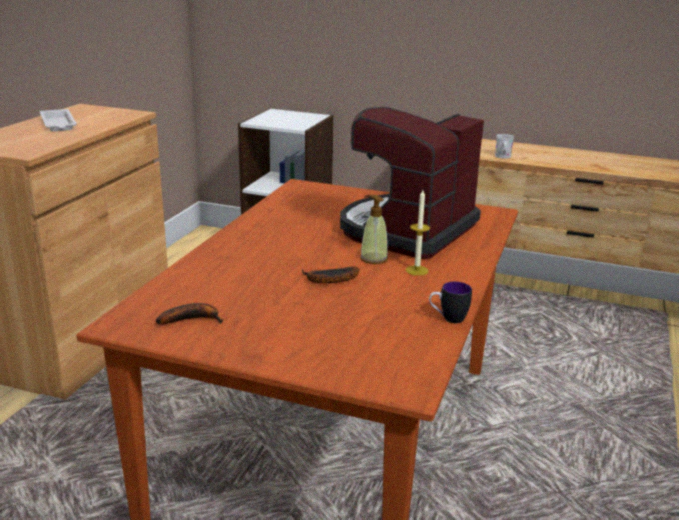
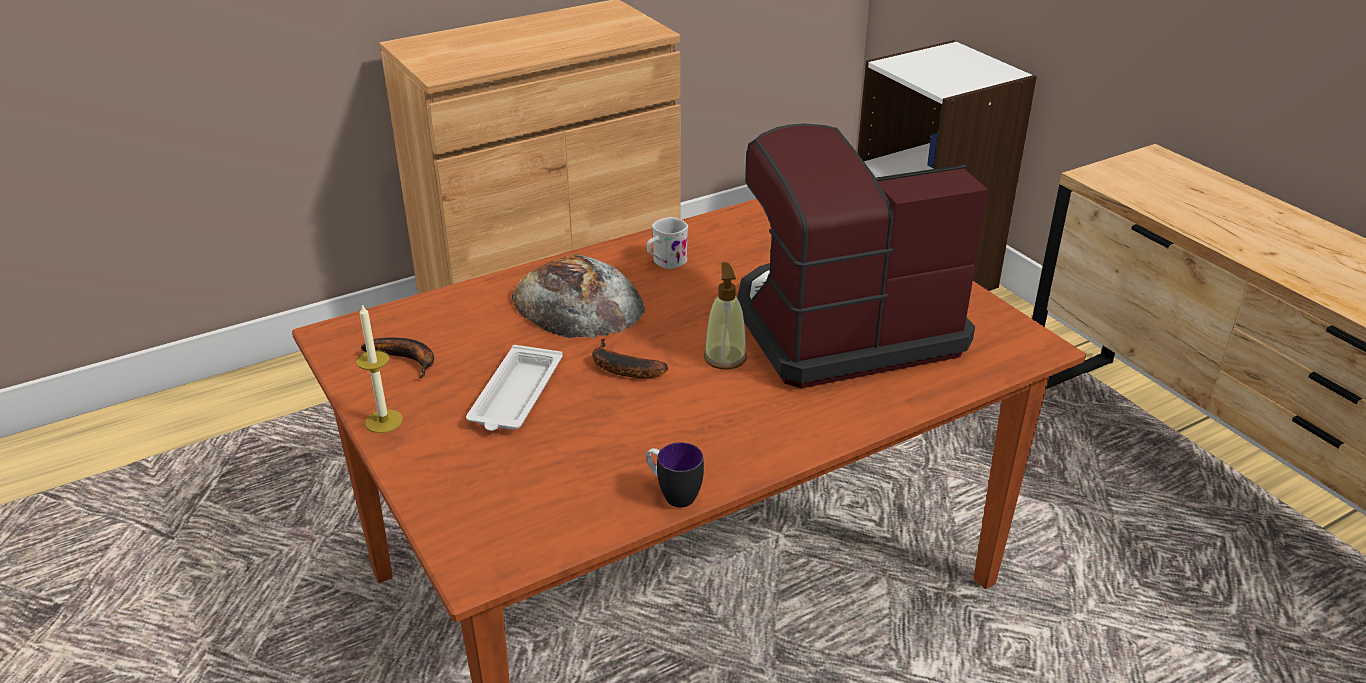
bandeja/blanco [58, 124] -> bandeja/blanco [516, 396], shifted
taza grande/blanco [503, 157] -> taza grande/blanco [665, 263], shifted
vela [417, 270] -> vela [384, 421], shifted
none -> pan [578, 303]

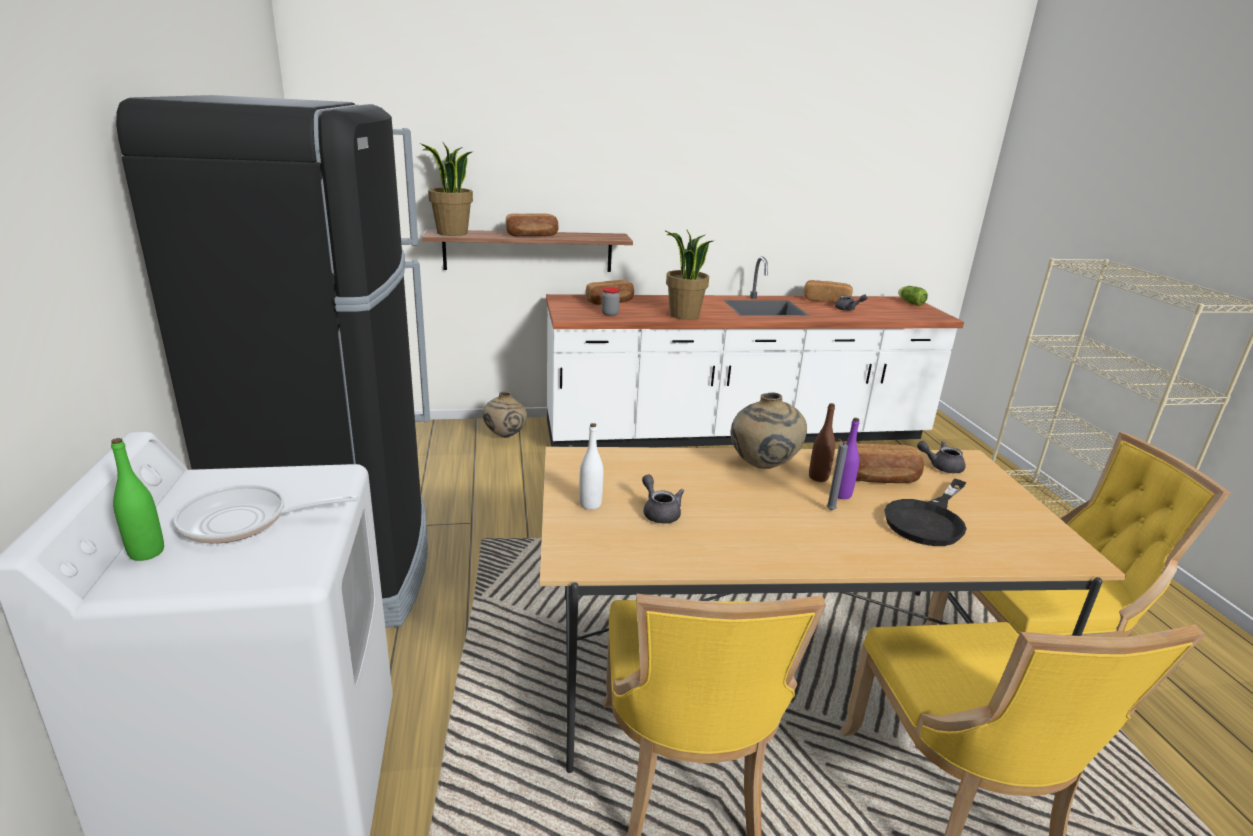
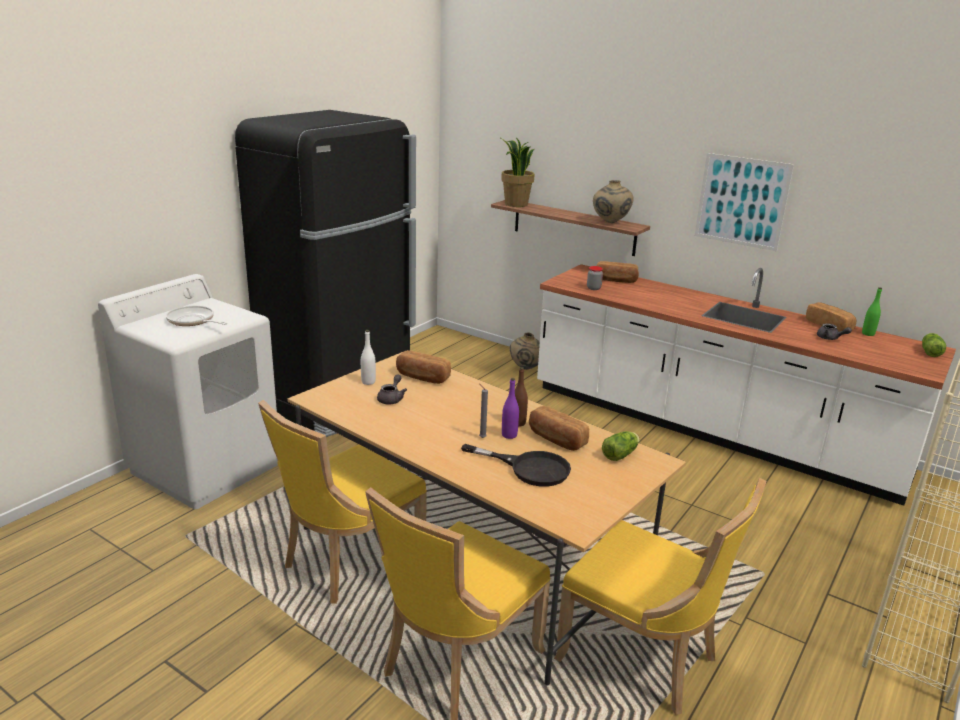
pan [532, 235] -> pan [422, 377], shifted
planta en maceta [684, 315] -> none
florero/beis [762, 468] -> florero/beis [610, 222], shifted
botella/verde [146, 552] -> botella/verde [868, 334], shifted
tetera/gris [940, 466] -> lechuga [621, 454]
sartén/negro [928, 520] -> sartén/negro [529, 468], 150 degrees counterclockwise
none -> cuadro [742, 201]

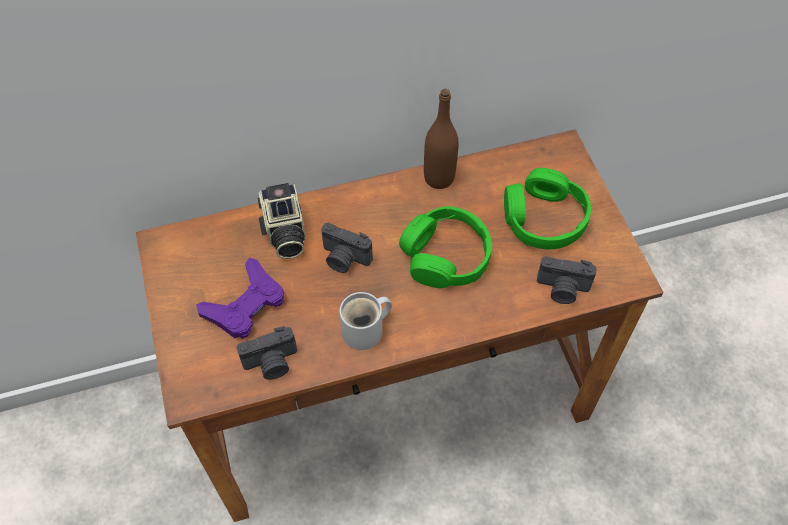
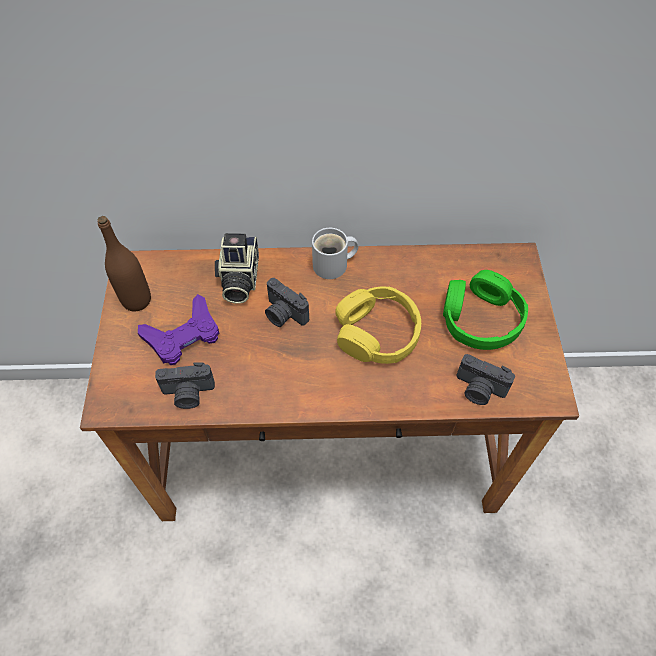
botella/marrón [439, 178] -> botella/marrón [136, 300], shifted
auriculares/verde [446, 256] -> auriculares/amarillo [377, 333]
taza grande/blanco [366, 331] -> taza grande/blanco [333, 265], shifted

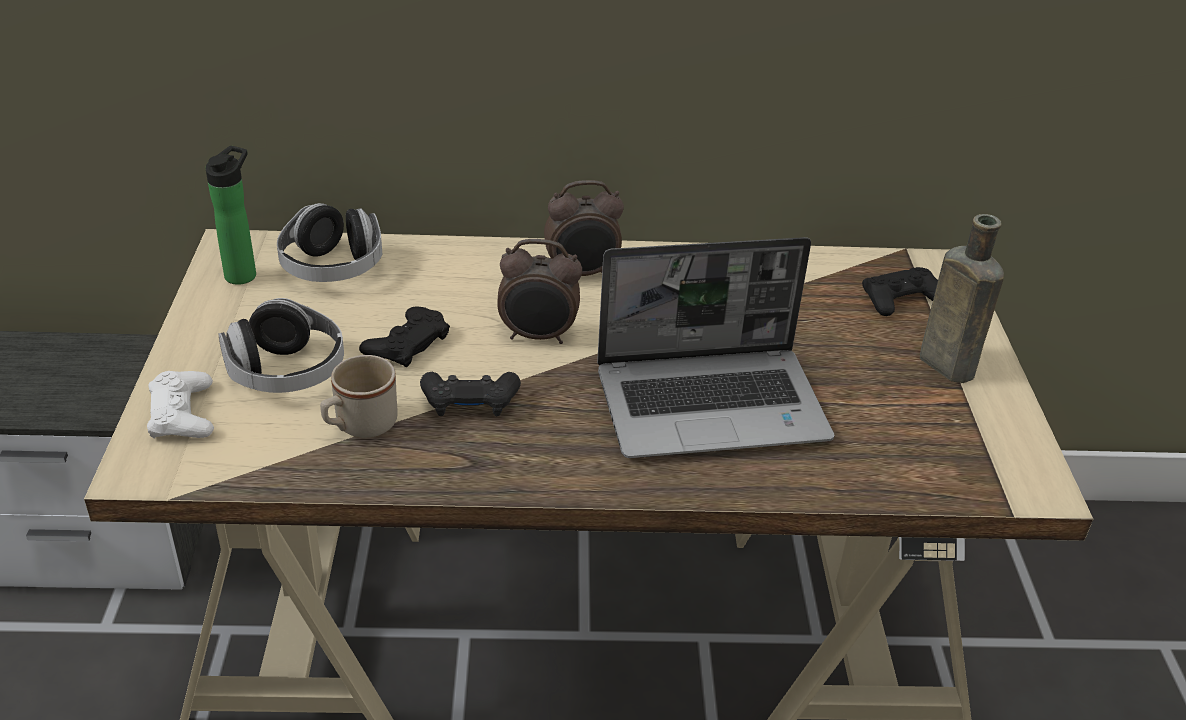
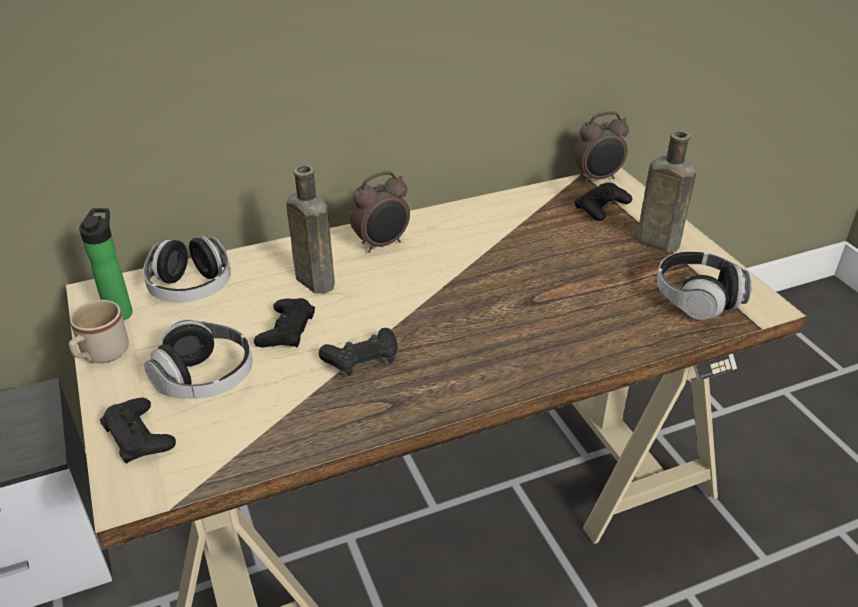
portátil [713, 404] -> none
despertador [538, 336] -> despertador [597, 178], shifted
taza grande/beis [359, 426] -> taza grande/beis [101, 355], shifted
mando de consola/blanco [182, 413] -> mando de consola/negro [139, 436]
none -> botella/marrón [313, 280]
none -> auriculares [697, 299]

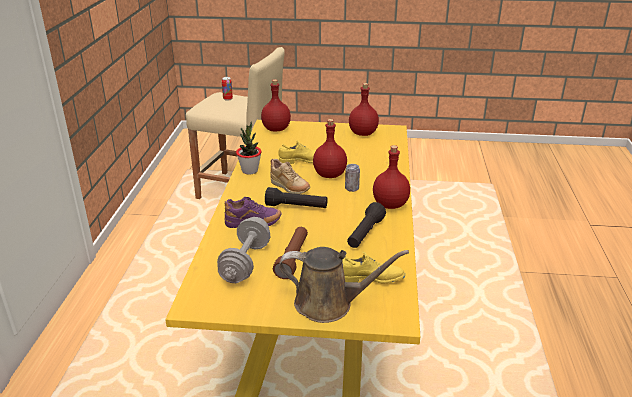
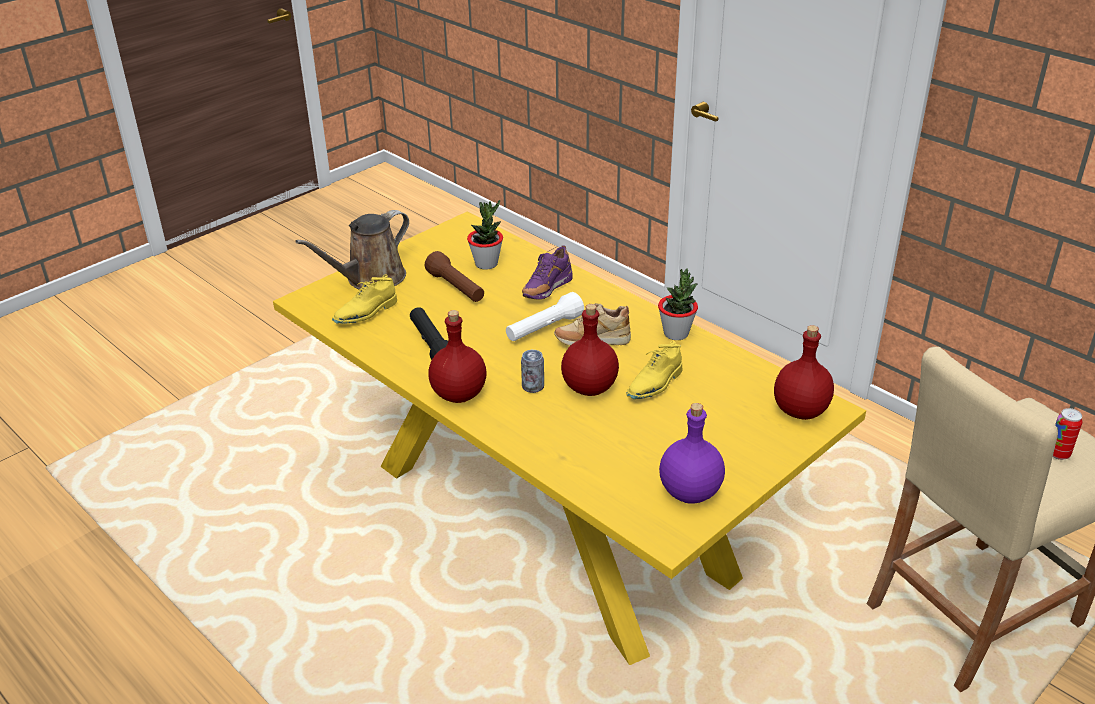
botella/rojo [363, 133] -> botella/morado [689, 492]
linterna/negro [296, 207] -> linterna/blanco [544, 329]
mancuerna/gris [245, 263] -> planta en maceta [486, 264]

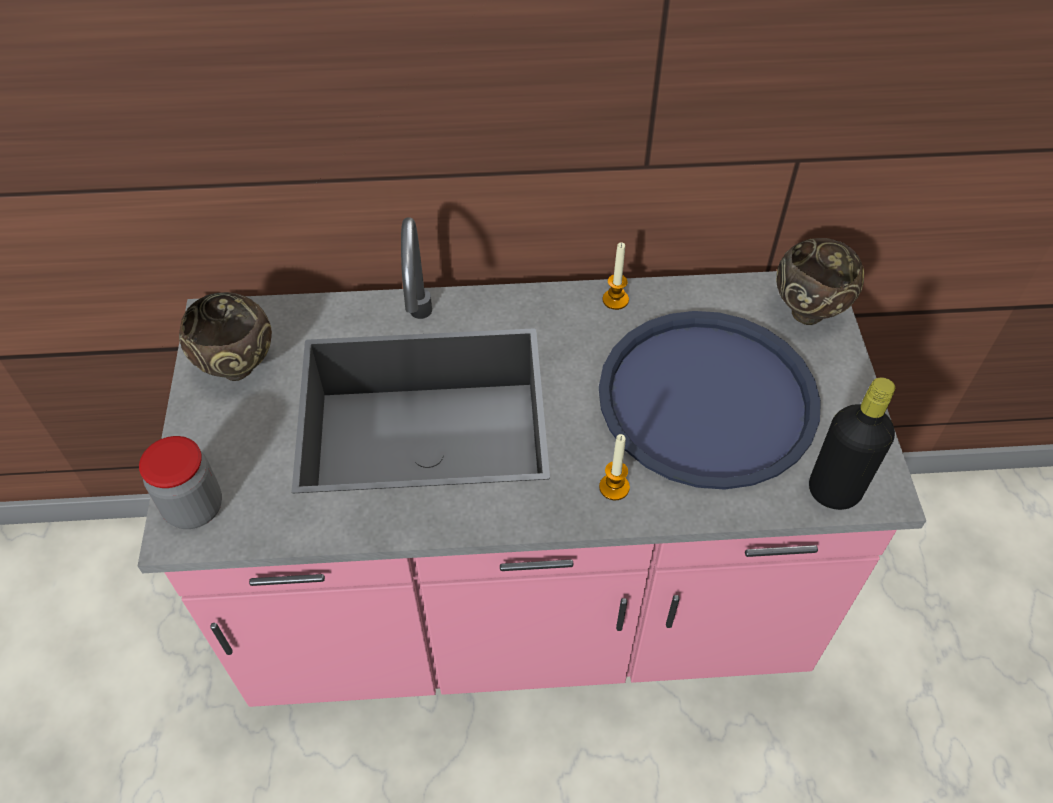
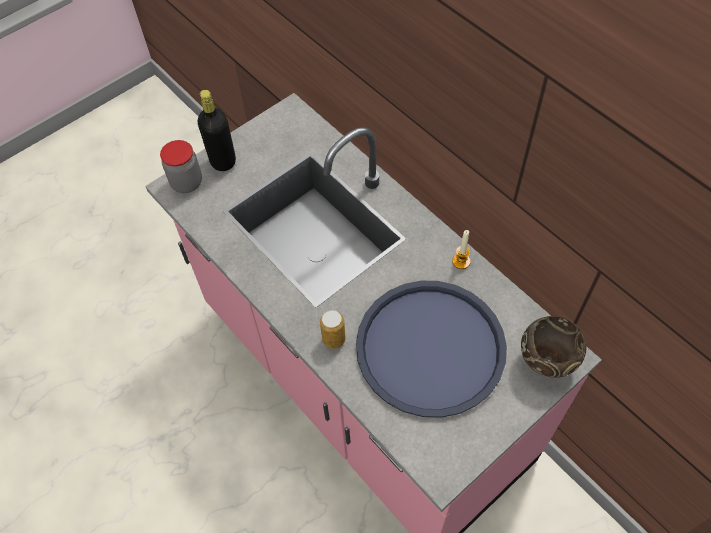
cuenco/marrón [239, 368] -> none
botella/negro [834, 491] -> botella/negro [223, 161], shifted
vela [614, 487] -> lata [333, 339]

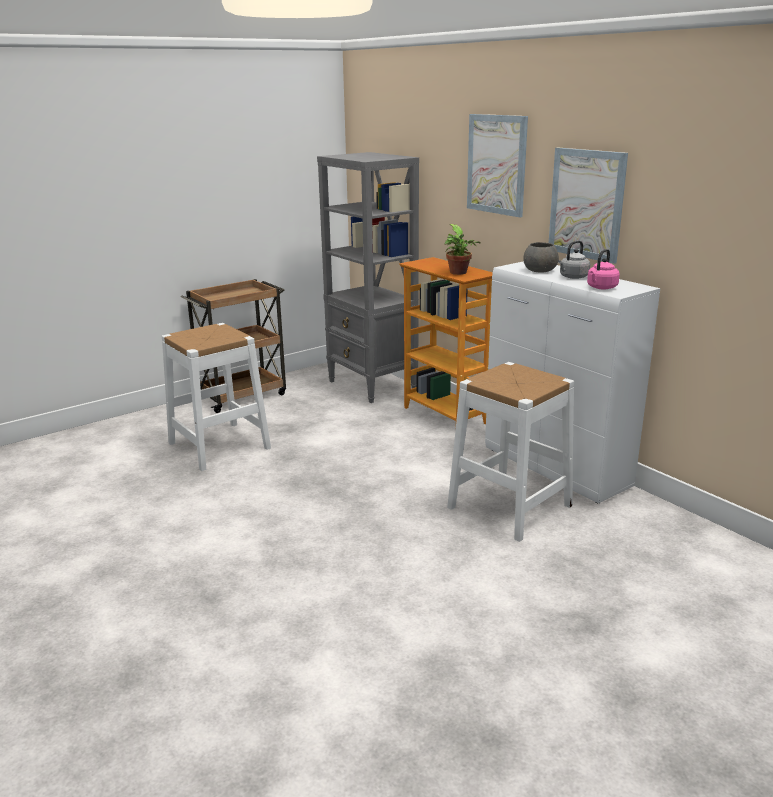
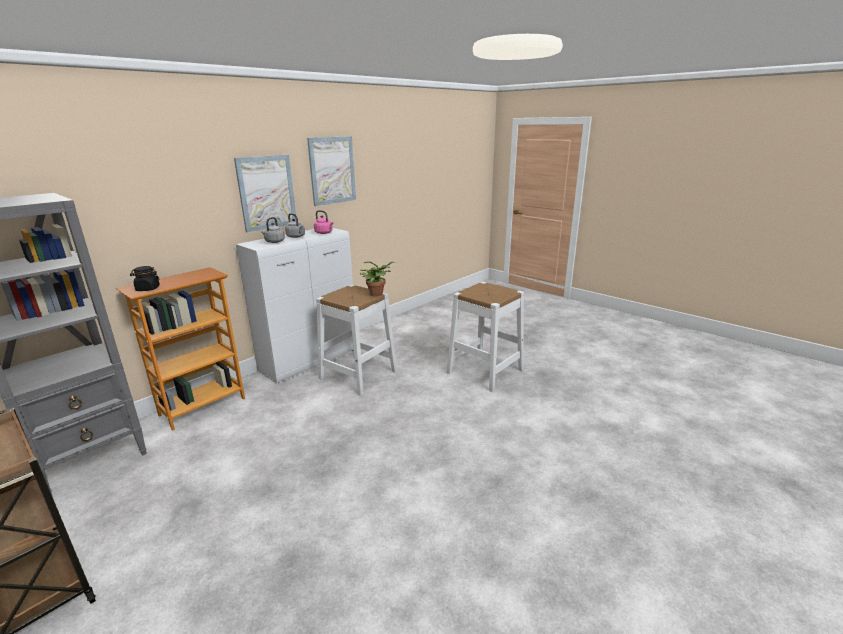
cuadro [496, 164] -> cuadro [332, 170], shifted
planta en maceta [459, 273] -> planta en maceta [378, 293], shifted
cuenco/gris [539, 270] -> hervidor/gris [274, 242]
taburete/blanco [219, 445] -> taburete/blanco [485, 371], shifted
none -> tarro/negro [148, 289]

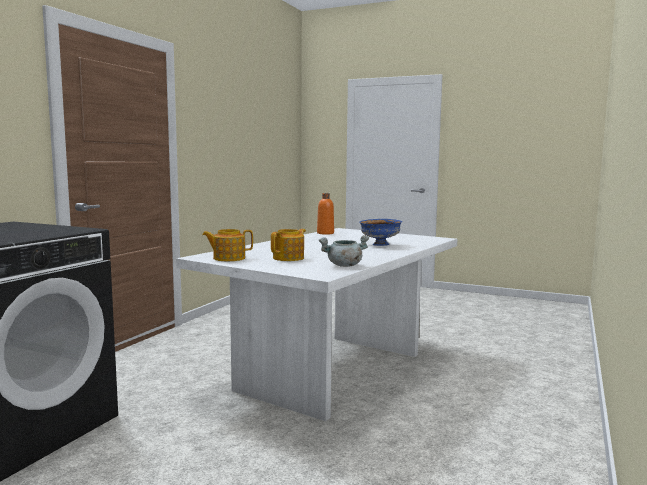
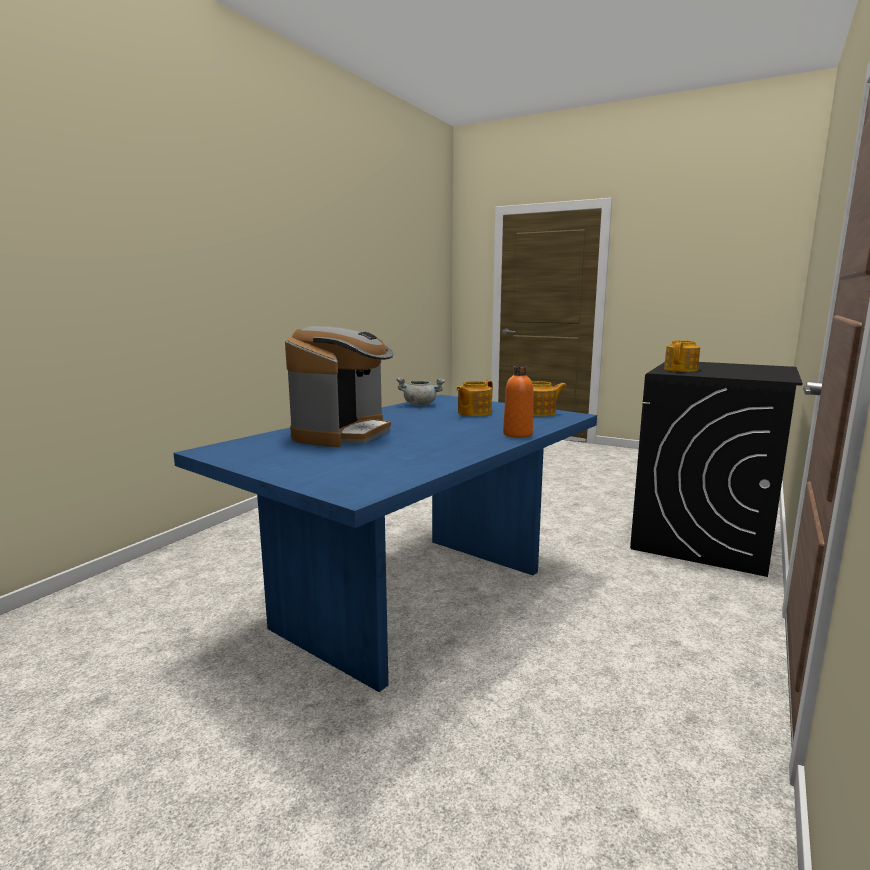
botella/naranja [325, 233] -> botella/naranja [517, 434], shifted
cuenco/azul [380, 245] -> cafetera [343, 434]
mesa de comedor/blanco [333, 372] -> mesa de comedor/azul [414, 597]
none -> tetera [681, 369]

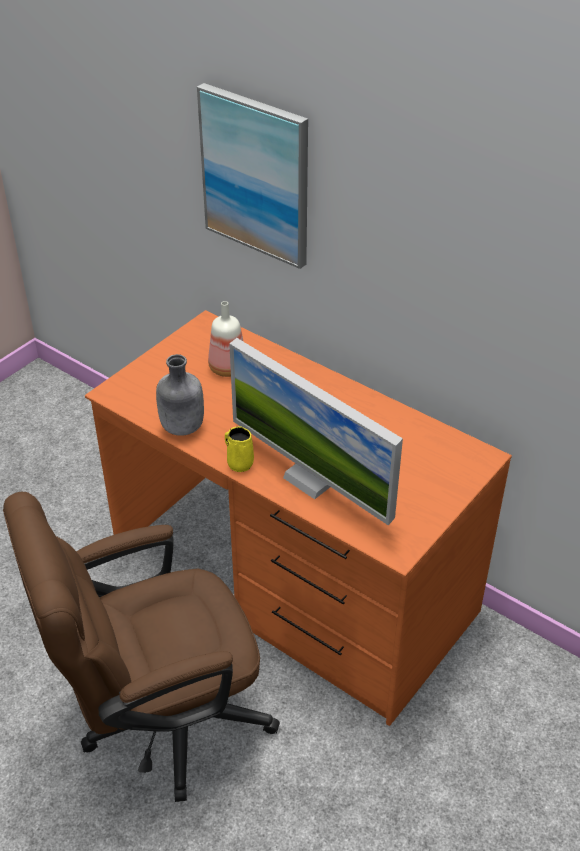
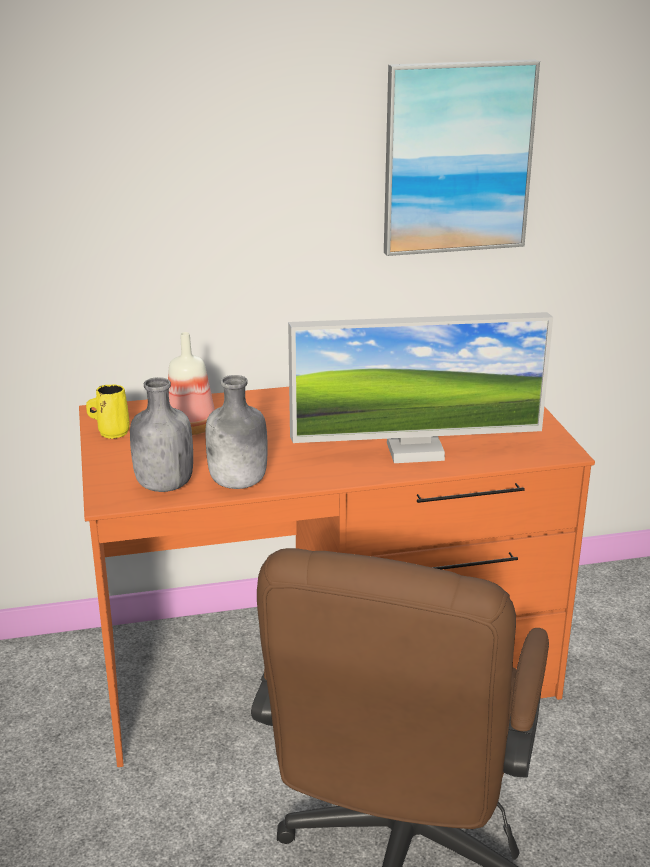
cuadro [256, 175] -> cuadro [457, 158], shifted
taza grande/amarillo [239, 463] -> taza grande/amarillo [112, 432], shifted
none -> botella/gris [163, 485]

